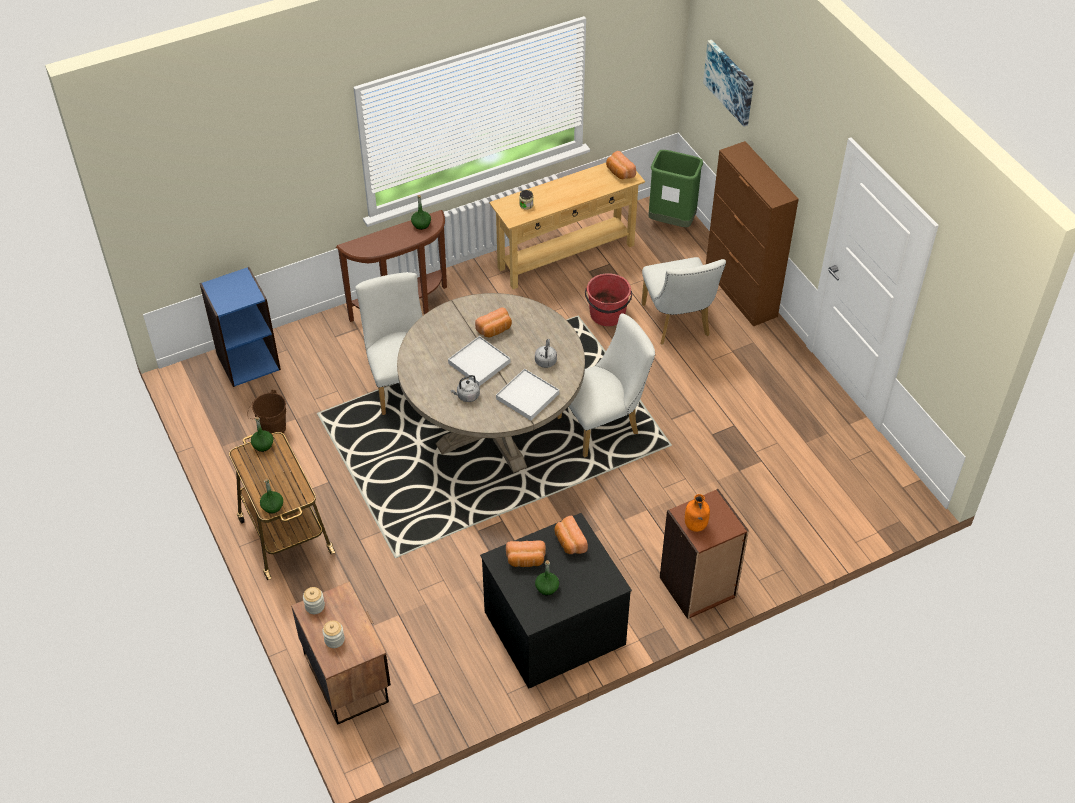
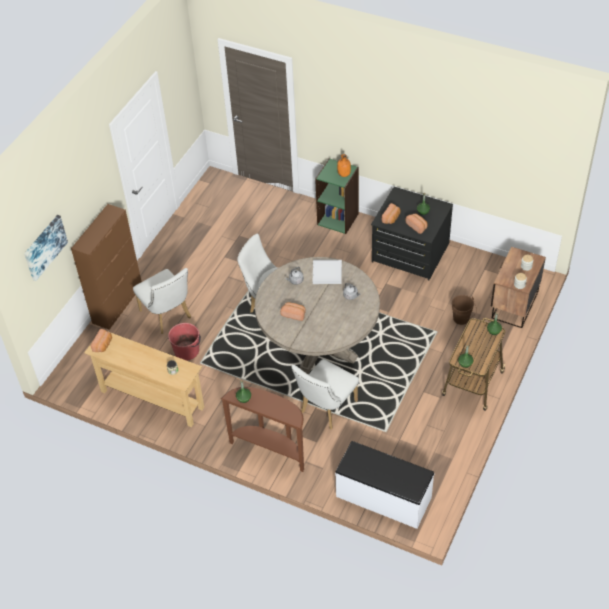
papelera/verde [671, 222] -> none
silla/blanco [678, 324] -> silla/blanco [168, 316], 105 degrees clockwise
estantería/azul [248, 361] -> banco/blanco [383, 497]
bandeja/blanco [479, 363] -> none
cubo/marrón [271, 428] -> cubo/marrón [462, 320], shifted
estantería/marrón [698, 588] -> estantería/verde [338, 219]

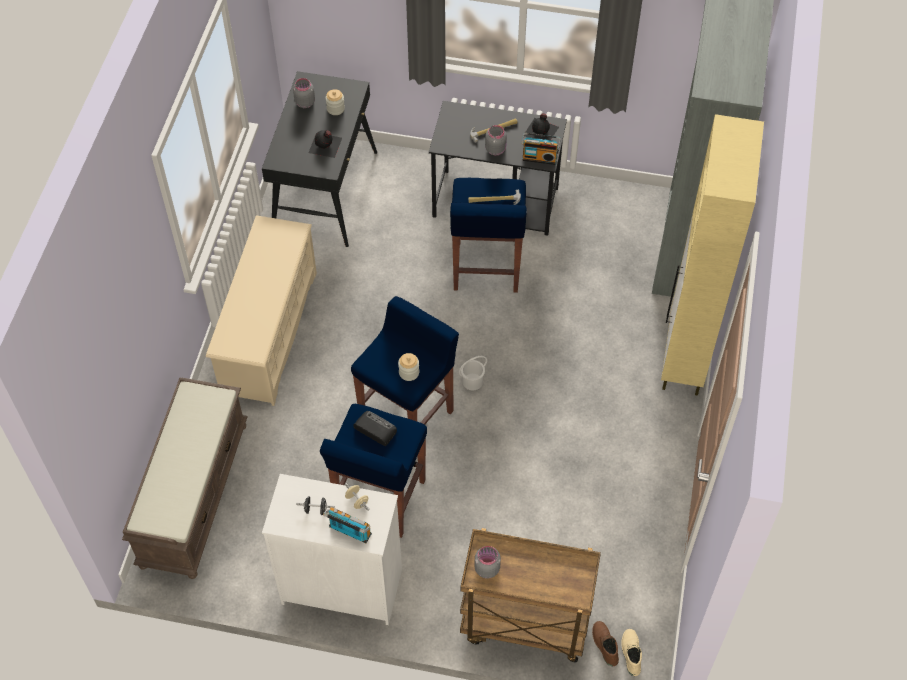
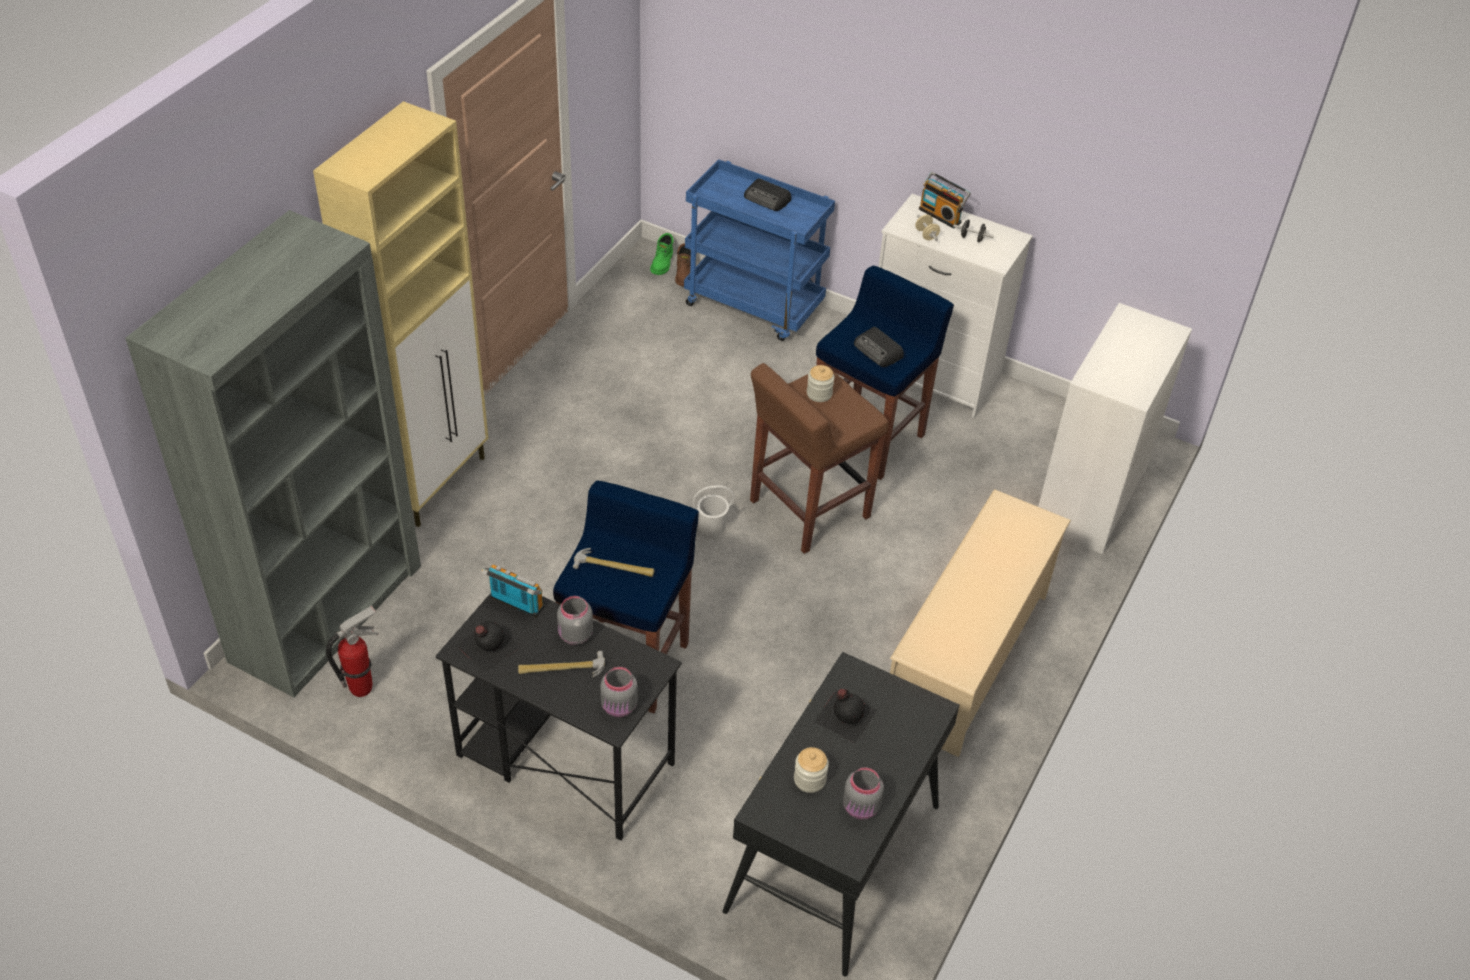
taburete/azul [408, 416] -> taburete/marrón [807, 510]
banco/marrón [193, 493] -> cómoda/blanco [1089, 498]
carrito/marrón [524, 624] -> carrito/azul [755, 306]
tarro/gris [486, 568] -> tarro/gris [619, 707], shifted
bota/beis [630, 653] -> bota/verde [662, 264]
none -> radio [767, 199]
none -> extintor [362, 688]

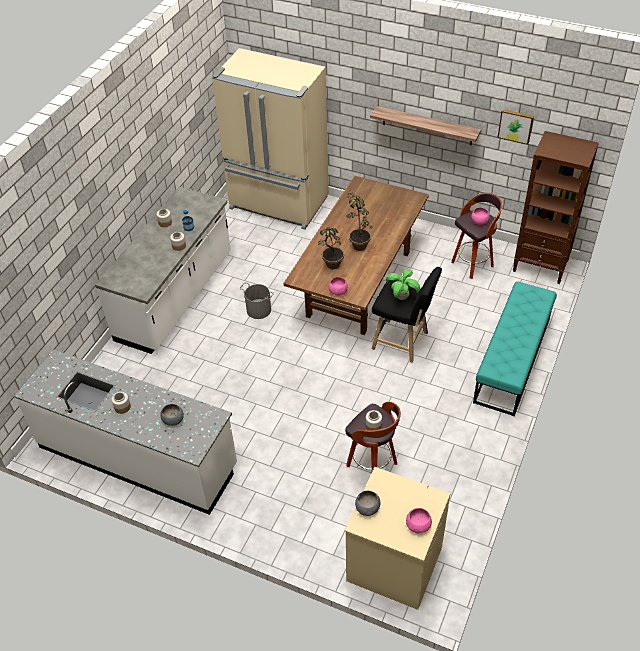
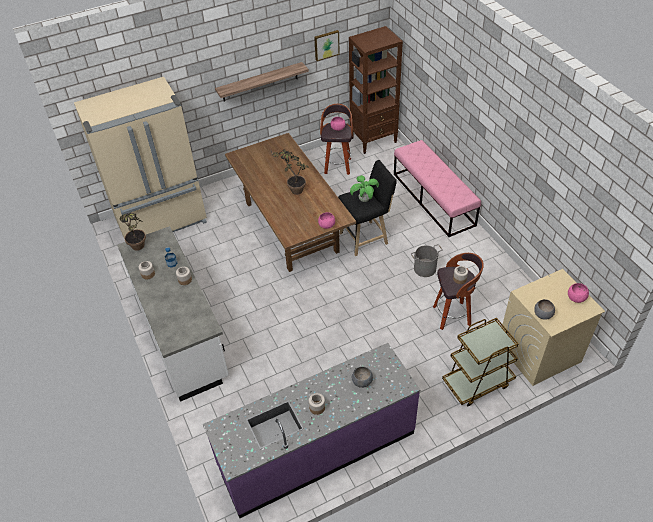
planta en maceta [330, 268] -> planta en maceta [139, 249], shifted
banco/turquesa [512, 360] -> banco/rosa [433, 199]
cubo/gris [259, 309] -> cubo/gris [424, 268], shifted
mueble bajo de cocina/blanco [138, 456] -> mueble bajo de cocina/morado [317, 449]
none -> carrito/marrón [477, 382]

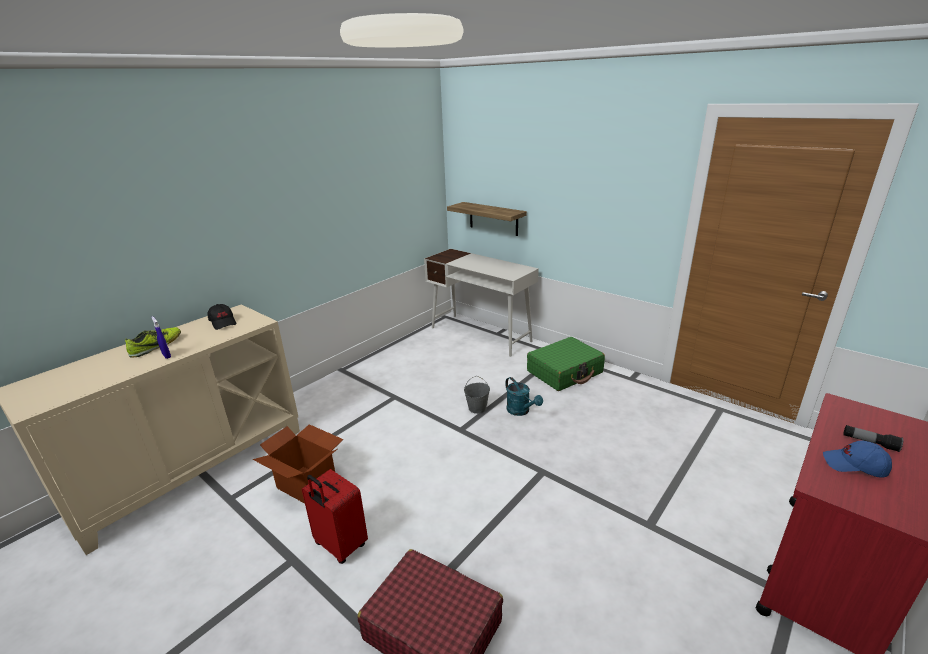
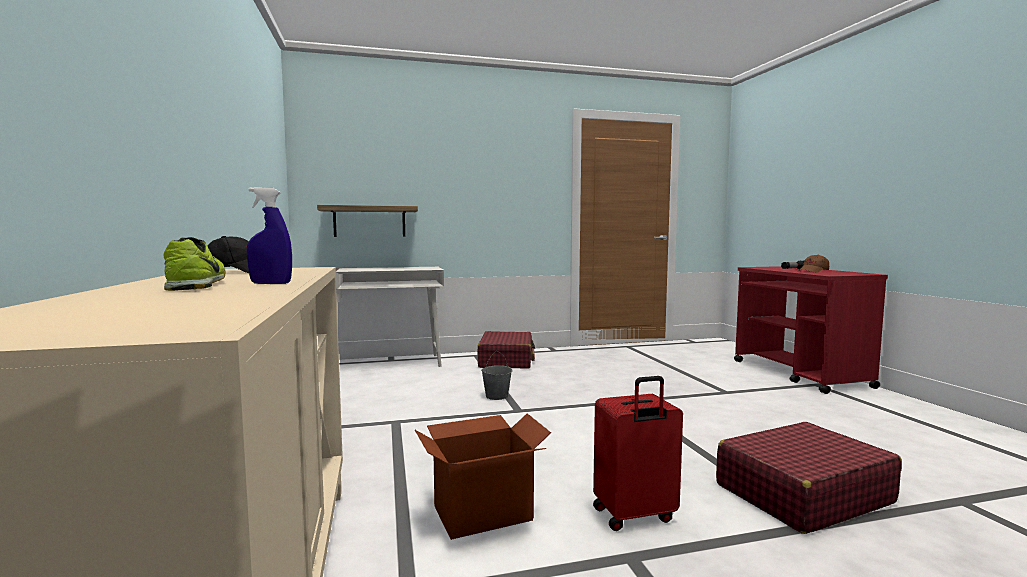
maleta/verde [565, 372] -> maleta/rojo [506, 360]
regadera/turquesa [521, 411] -> none
gorra/azul [854, 466] -> gorra/marrón [813, 271]

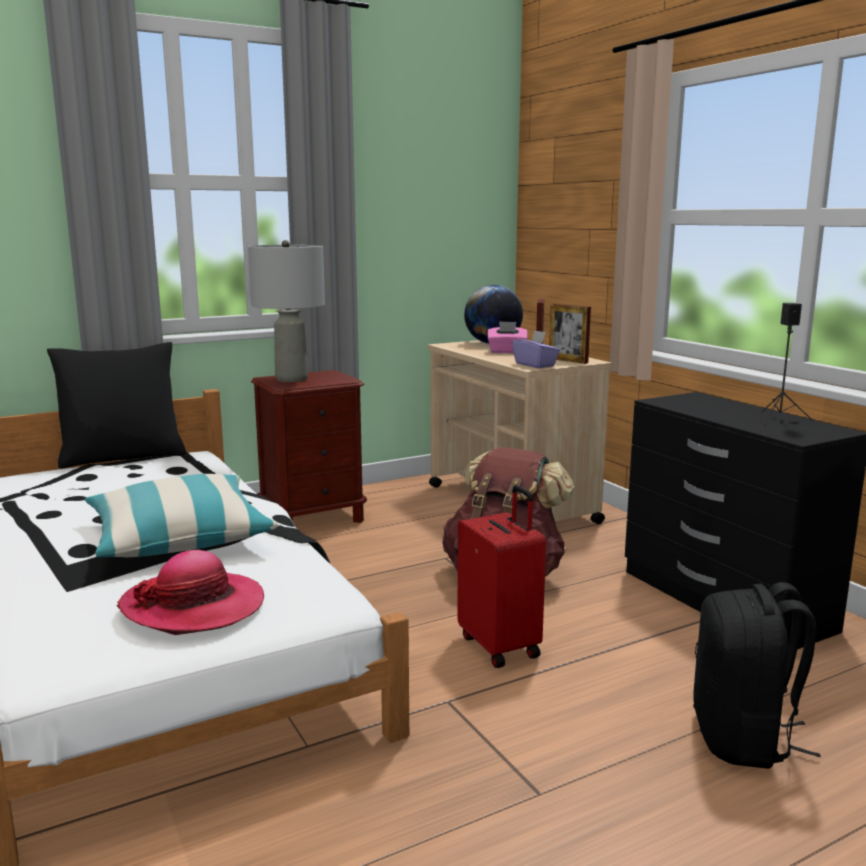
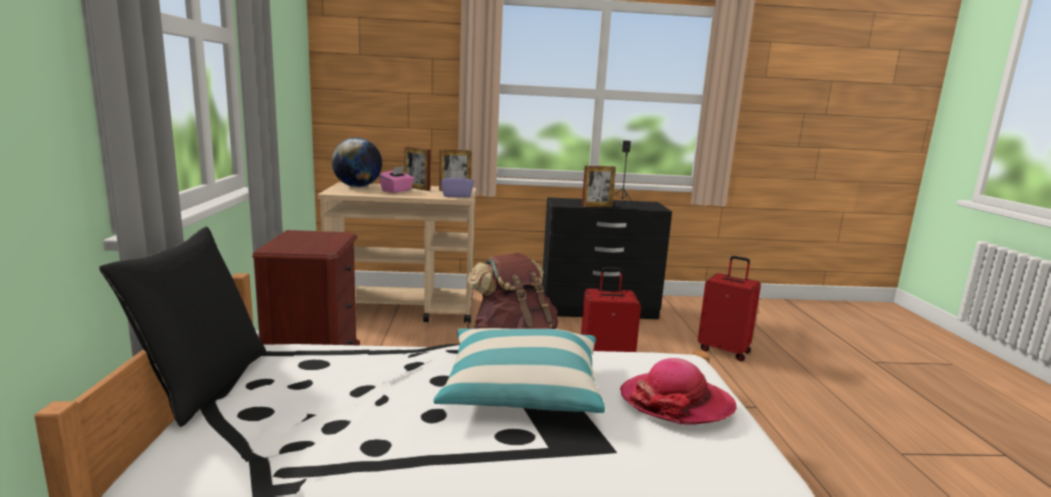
lámpara de mesa/gris [291, 379] -> none
mochila/negro [743, 739] -> maleta/rojo [724, 350]
none -> portarretratos [597, 206]

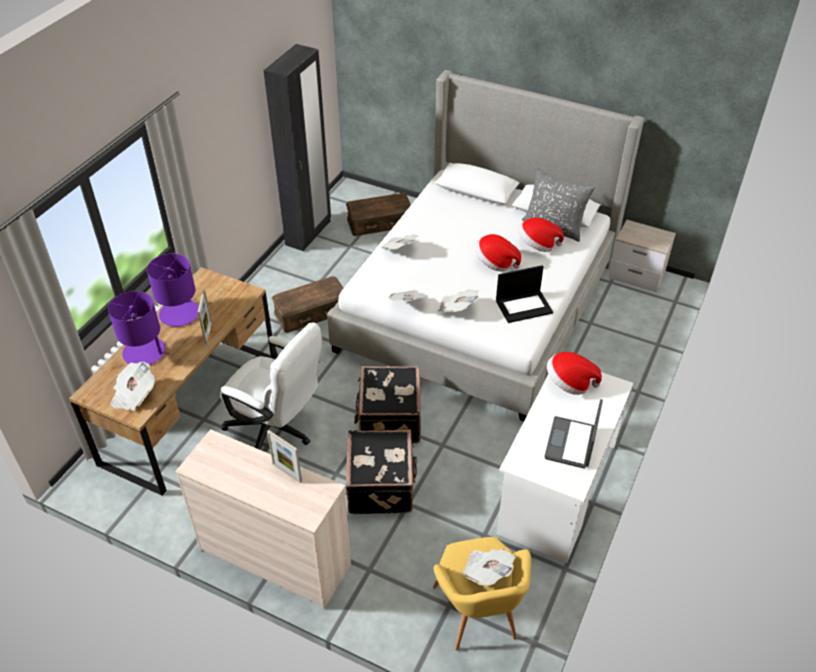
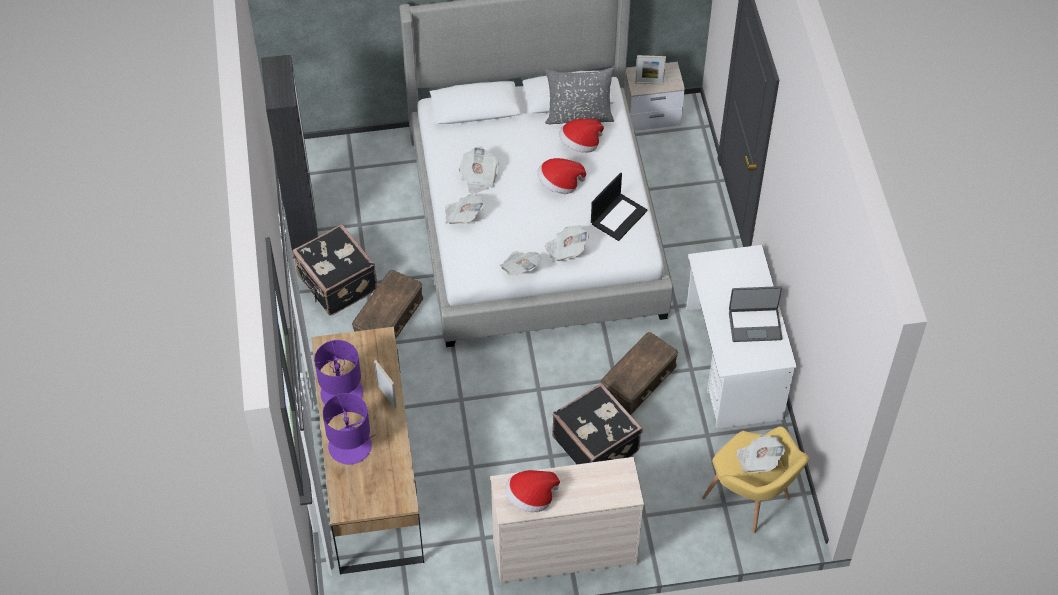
caja de almacenaje/marrón [379, 222] -> caja de almacenaje/marrón [639, 380], shifted
silla de oficina/blanco [277, 430] -> none
sombrero [569, 383] -> sombrero [531, 498], shifted
periódico [134, 395] -> periódico [478, 178], shifted
maleta/negro [388, 420] -> maleta/negro [336, 284], shifted
portátil [571, 443] -> portátil [755, 324], 75 degrees counterclockwise
portarretratos [287, 472] -> portarretratos [649, 83], shifted

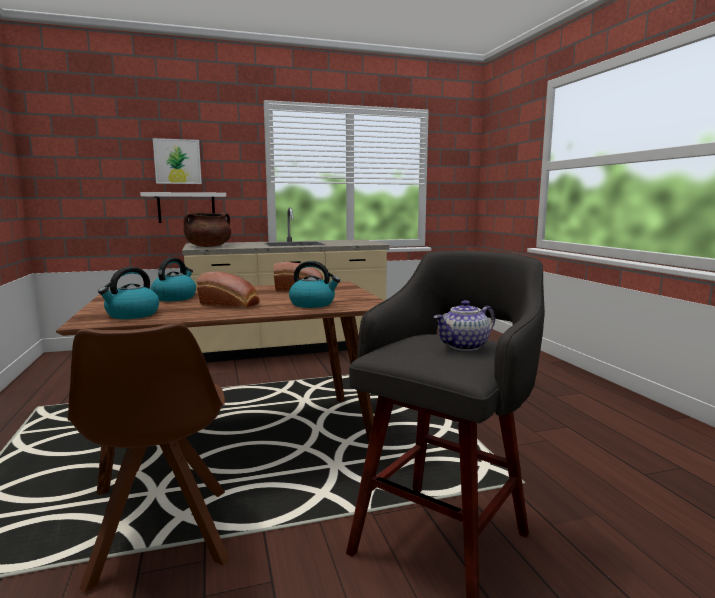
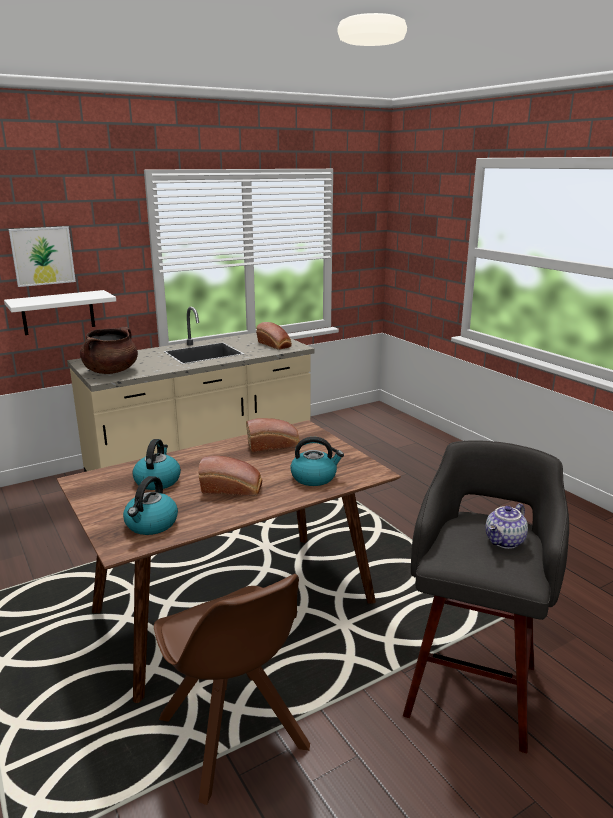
none -> pan [275, 345]

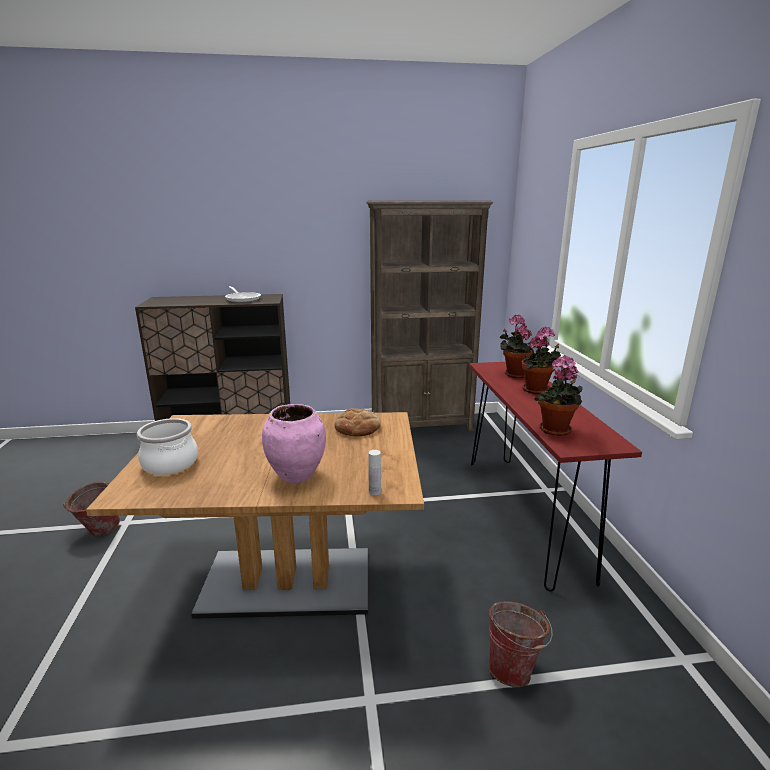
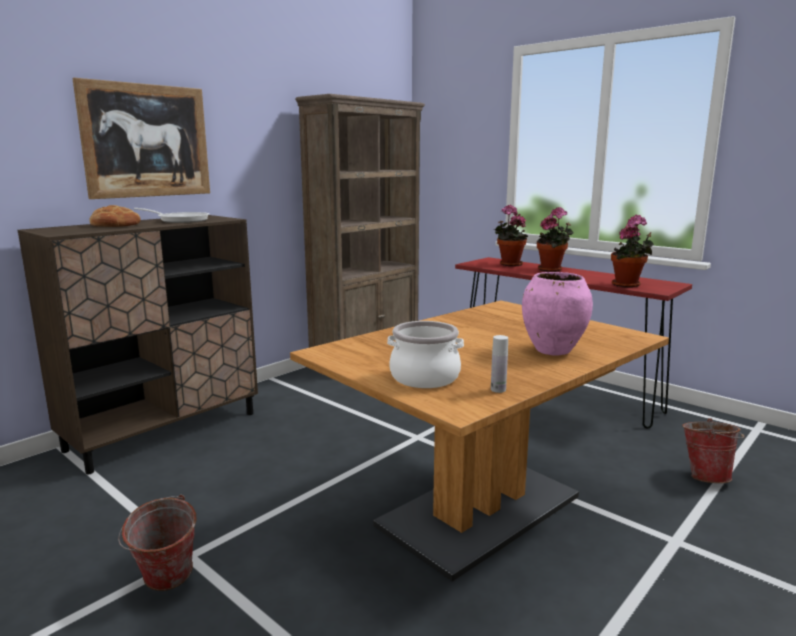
pan [357, 428] -> pan [115, 225], shifted
botella/blanco [374, 492] -> botella/blanco [498, 389], shifted
none -> cuadro [147, 141]

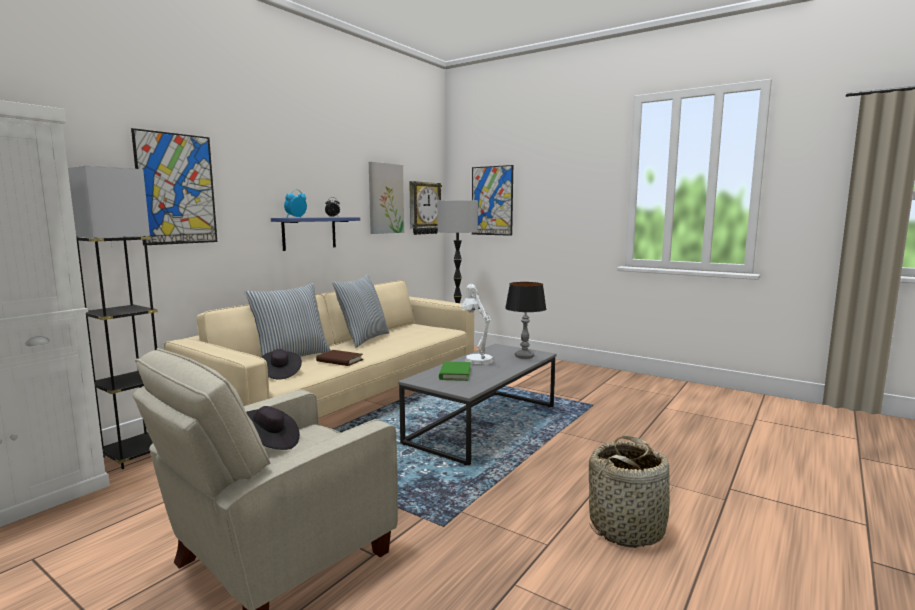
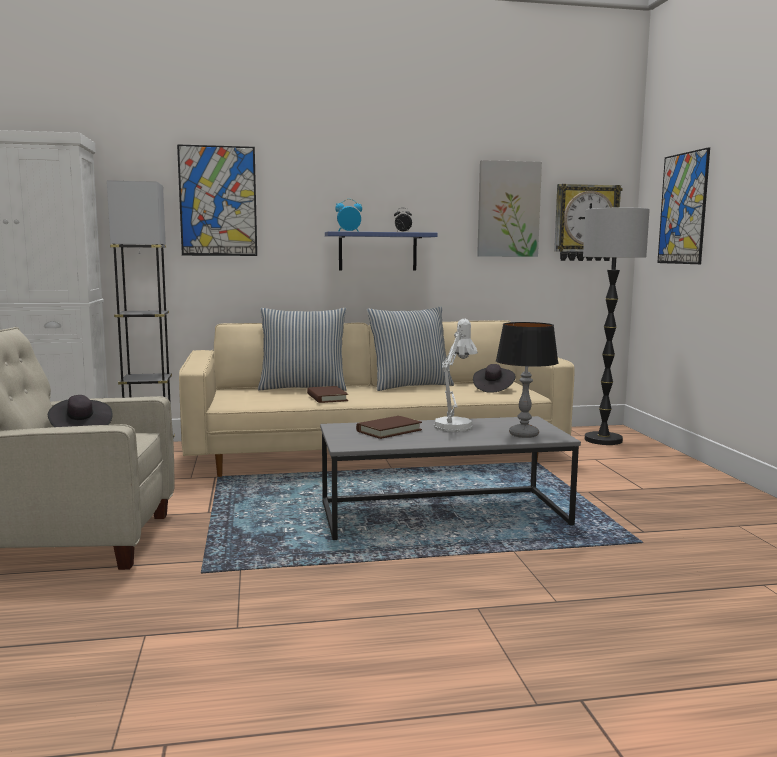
sombrero/negro [280, 373] -> sombrero/negro [493, 389], shifted
libro/verde [455, 374] -> libro/marrón [389, 430]
cesta [627, 528] -> none

